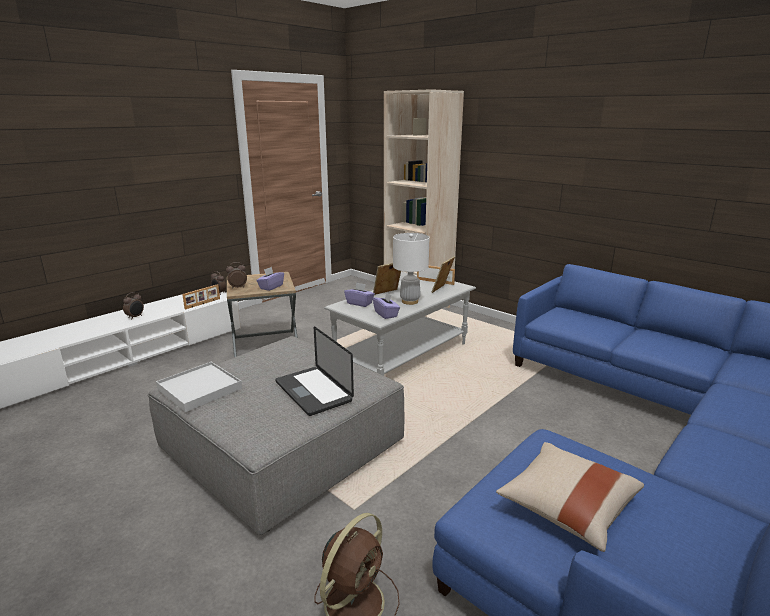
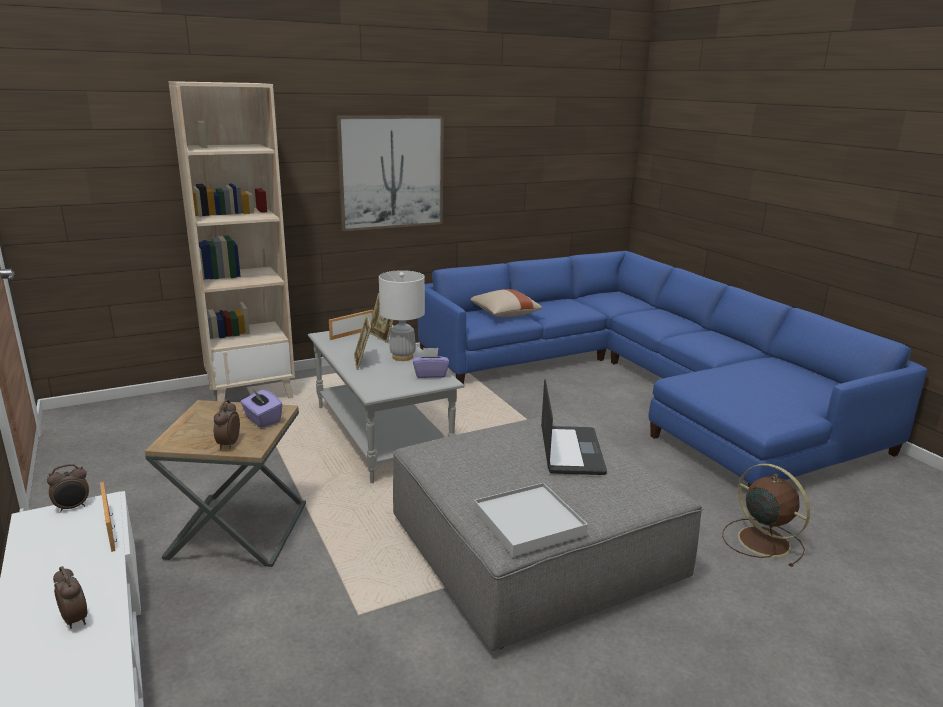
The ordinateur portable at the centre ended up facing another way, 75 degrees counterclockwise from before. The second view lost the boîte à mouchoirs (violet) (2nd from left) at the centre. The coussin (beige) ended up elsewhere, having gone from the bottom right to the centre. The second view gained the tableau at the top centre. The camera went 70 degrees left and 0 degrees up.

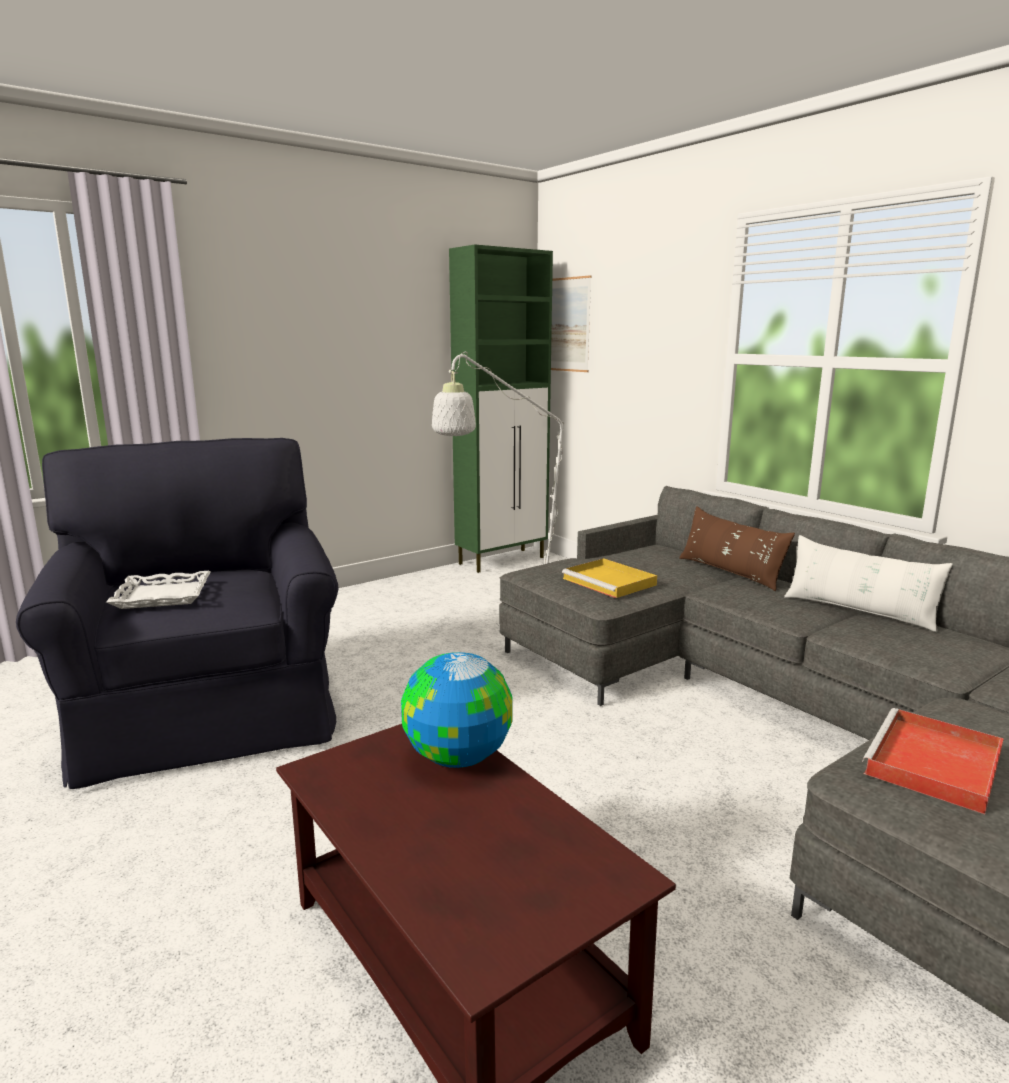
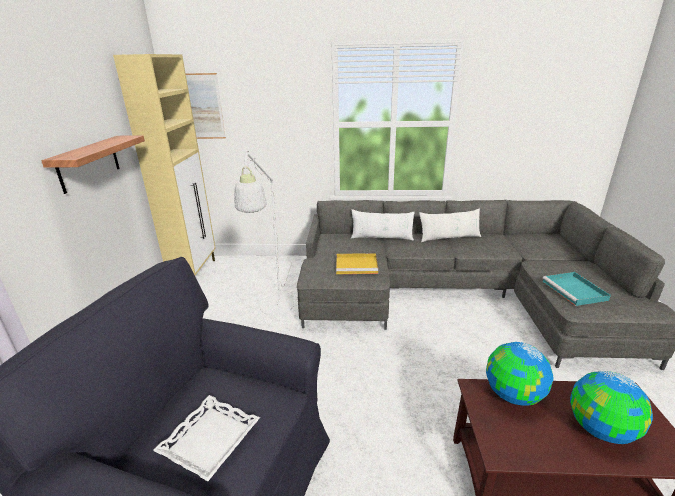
What was the meuble de rangement (vert) at the centre turned into the meuble de rangement (beige) at the top left. What was the coussin (marron) at the middle right turned into the coussin (blanc) (1st from left) at the centre. What was the plateau (rouge) at the bottom right turned into the plateau (turquoise) at the middle right. The second view gained the étagère at the top left. The second view gained the globe (2nd from left) at the bottom right. The camera went 50 degrees left and 10 degrees up.

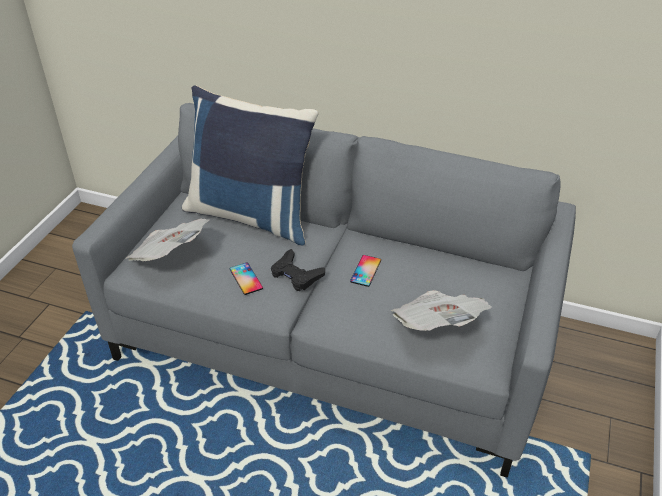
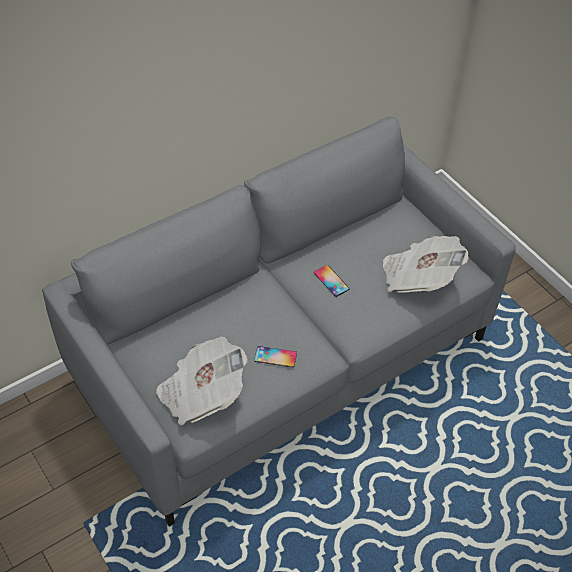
The second view lost the coussin (bleu) at the top centre. The second view lost the manette (noir) at the centre. The camera went 55 degrees left and 10 degrees up.

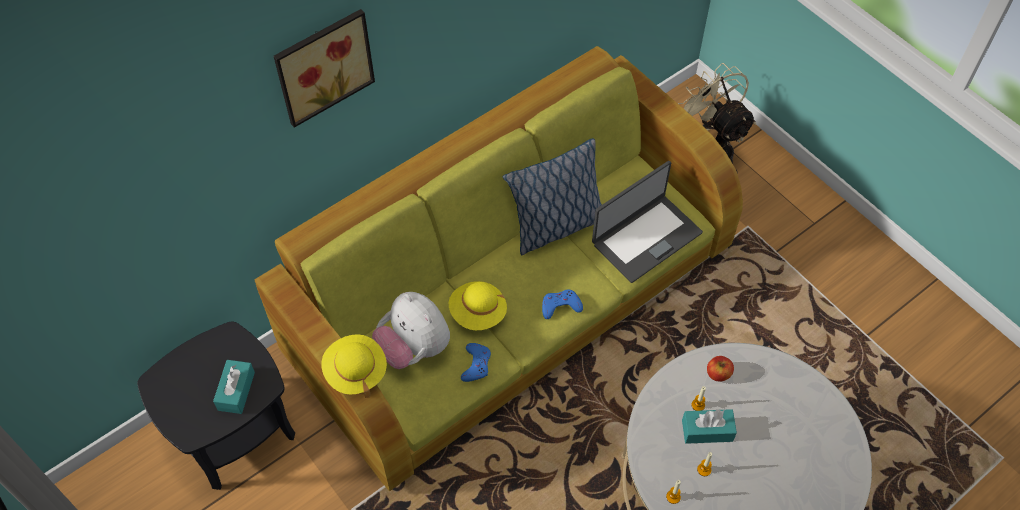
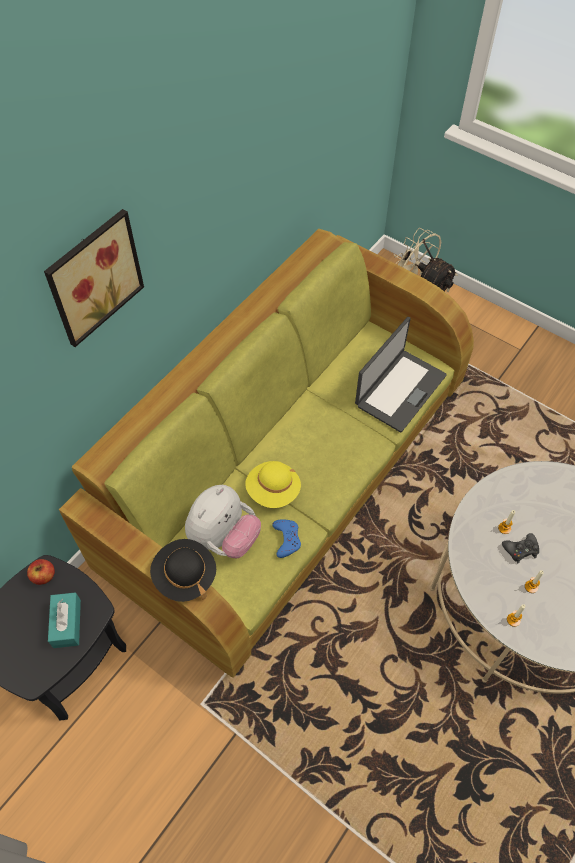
What was the chapeau (jaune) (1st from left) at the bottom centre turned into the chapeau (noir) at the middle left. The peluche at the centre ended up facing another way, 90 degrees counterclockwise from before. The second view lost the coussin at the centre. The second view lost the manette (bleu) (2nd from left) at the centre. Where the boîte à mouchoirs (turquoise) (2nd from left) stood at the bottom right, the manette (noir) came to stand at the middle right. The pomme ended up elsewhere, having gone from the bottom right to the middle left. The camera went 15 degrees left and 0 degrees up.

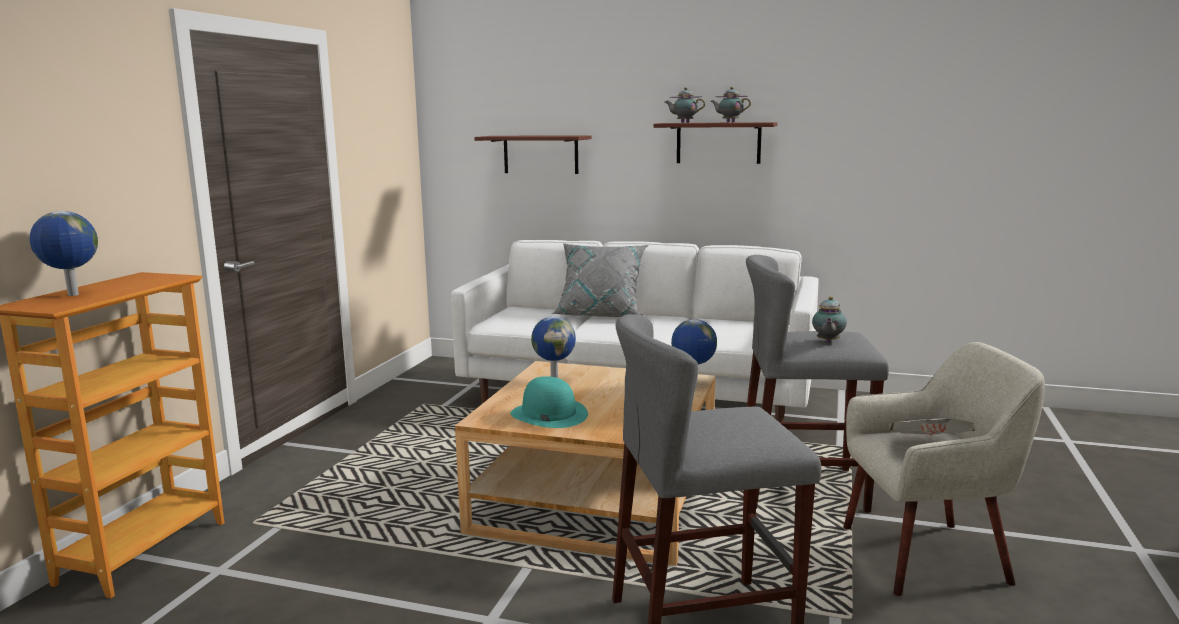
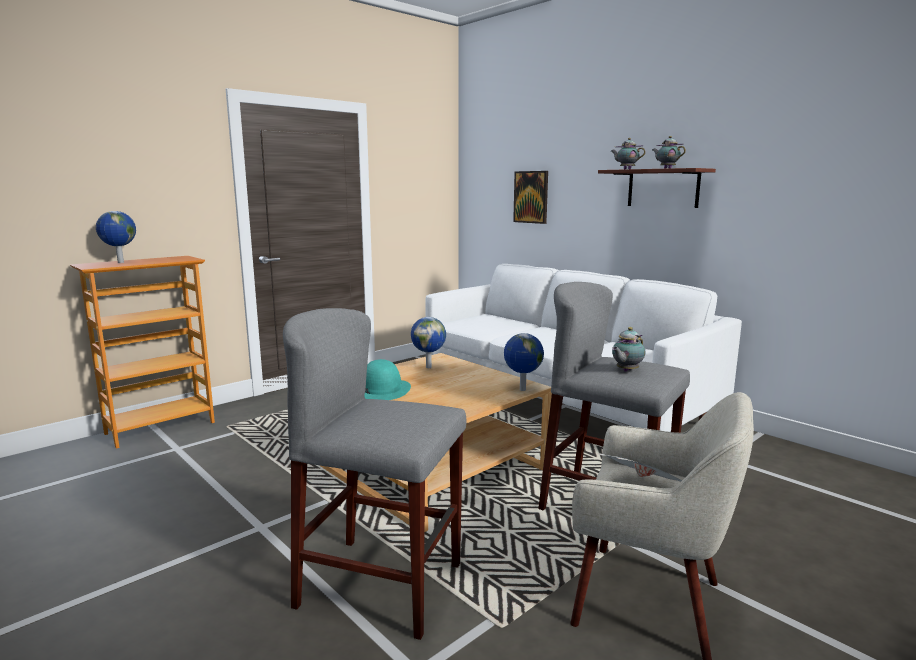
Where the étagère (1st from left) hung at the top centre, the tableau came to hang at the top centre. The second view lost the coussin (gris) at the centre. The camera went 30 degrees right and 0 degrees up.

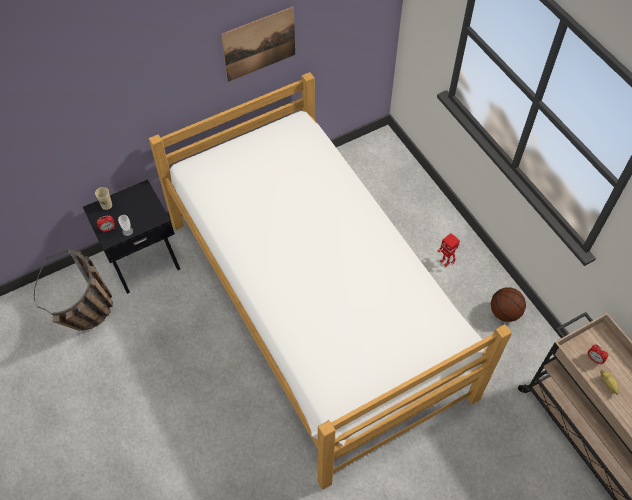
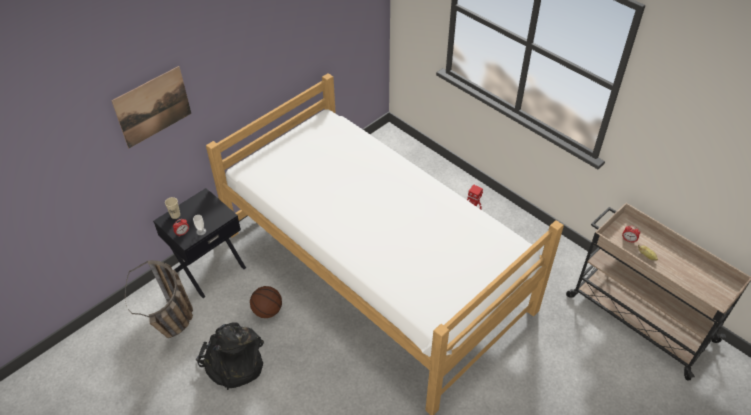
The tableau ended up elsewhere, having gone from the top centre to the top left. The ballon de basket ended up elsewhere, having gone from the middle right to the bottom centre. The second view gained the sac à dos (noir) at the bottom left. The camera went 15 degrees left and 10 degrees down.

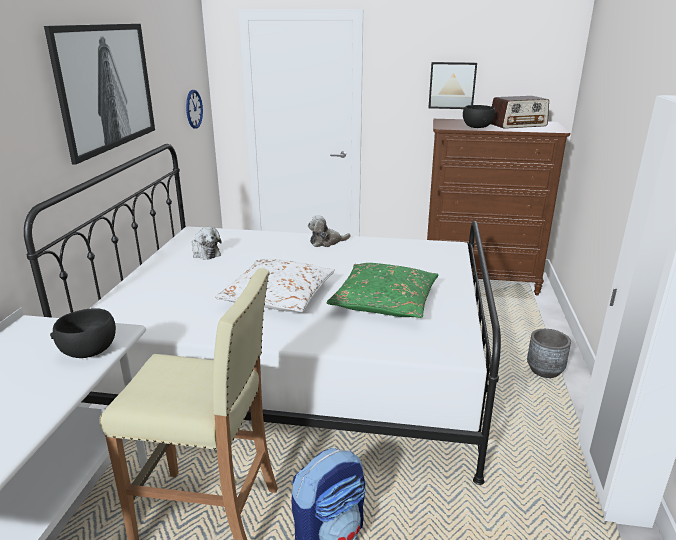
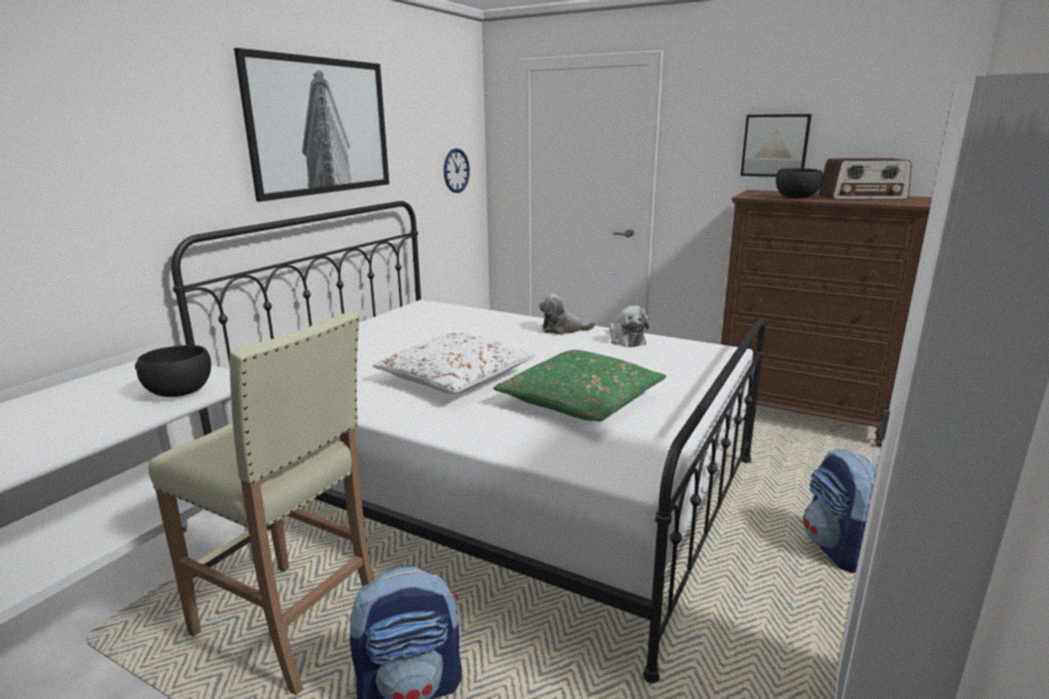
The peluche (1st from left in the first image) ended up elsewhere, having gone from the middle left to the centre. Where the cache-pot (gris) stood at the middle right, the sac à dos (2nd from left) came to stand at the bottom right. The camera went 20 degrees right and 5 degrees down.

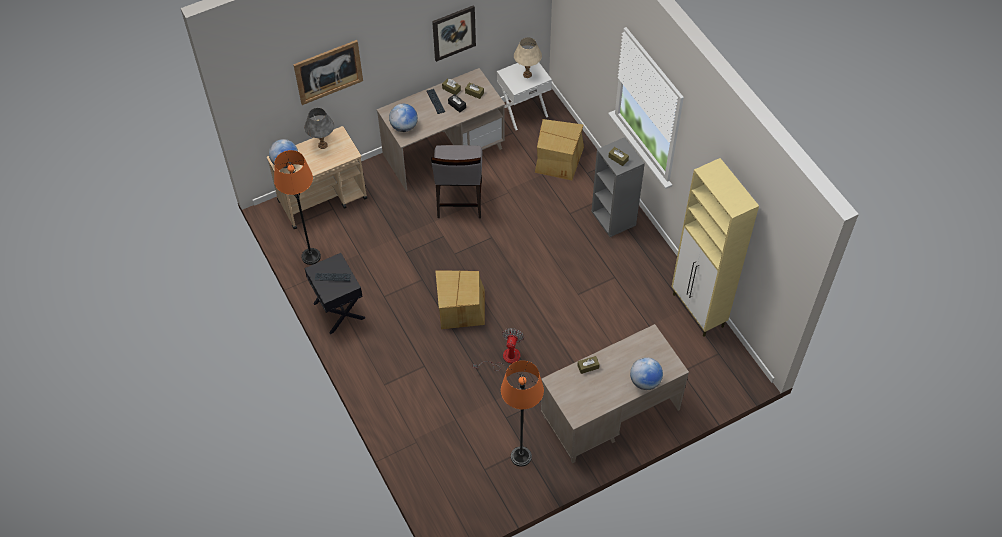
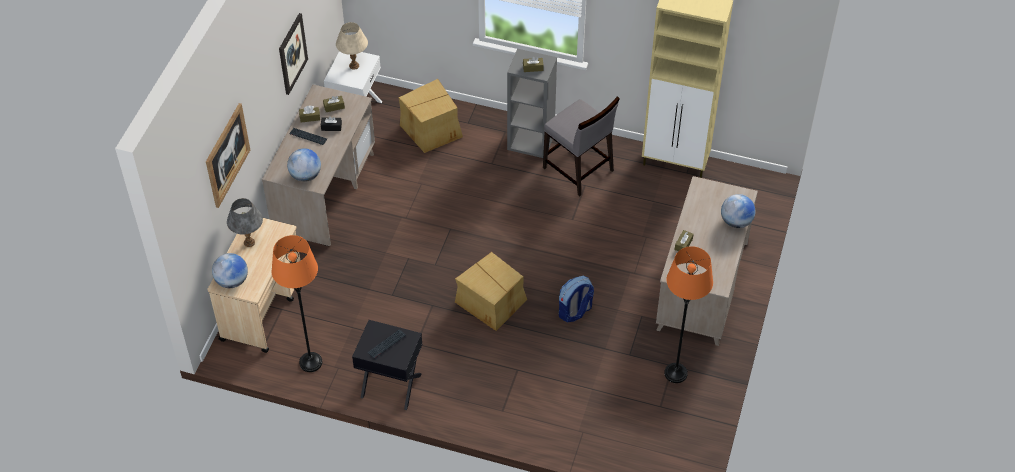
The chaise (gris) ended up elsewhere, having gone from the centre to the top centre. Where the ventilateur stood at the centre, the sac à dos came to stand at the centre. The camera went 45 degrees left and 5 degrees down.

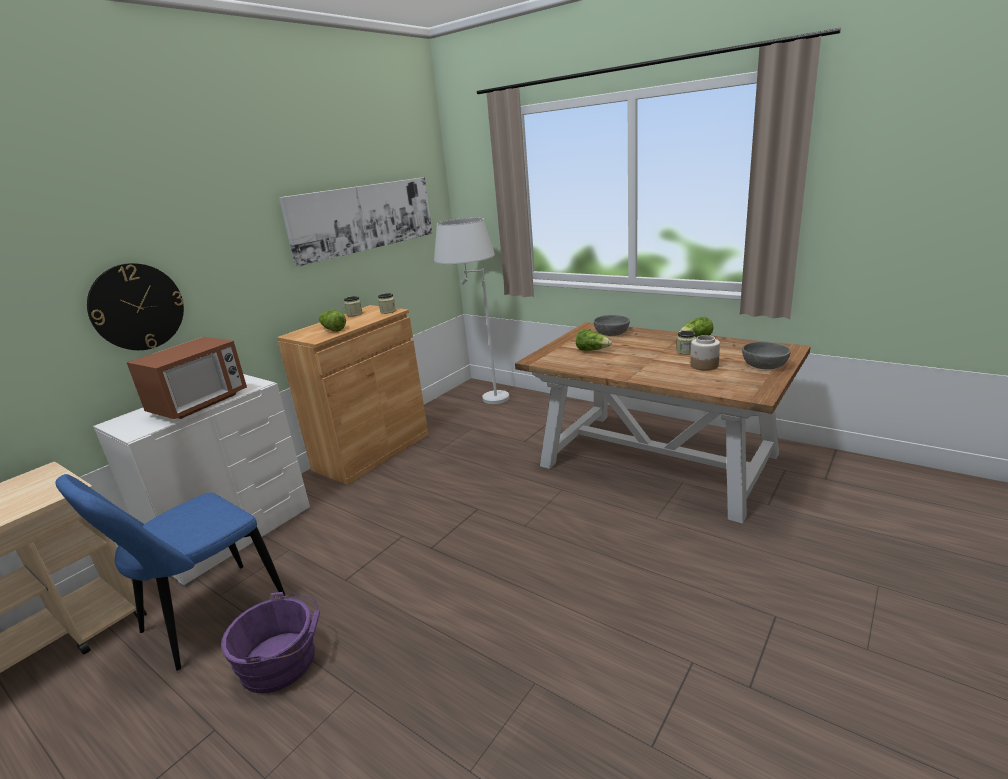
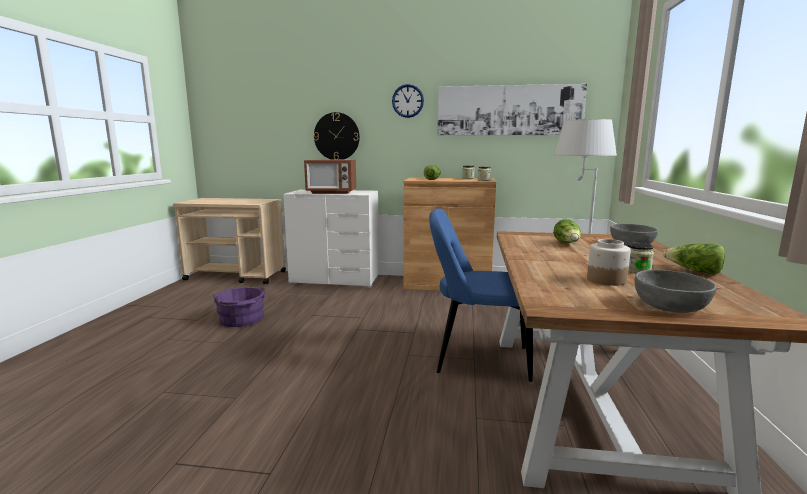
The chaise (bleu) ended up elsewhere, having gone from the bottom left to the centre. The second view gained the horloge murale (2nd from left) at the top centre. The camera went 60 degrees right and 10 degrees down.

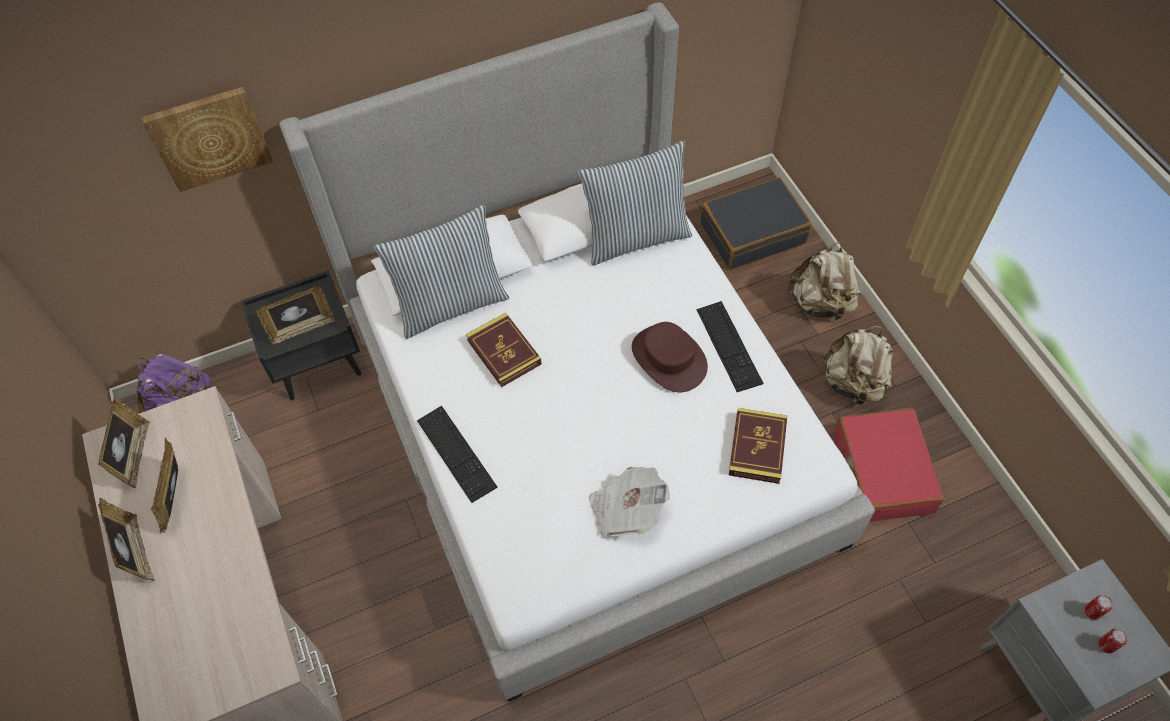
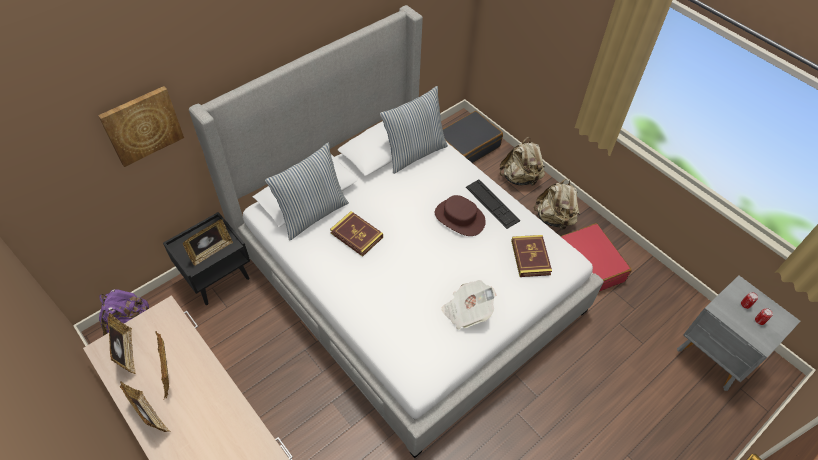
The second view lost the clavier (1st from left) at the centre. The camera went 20 degrees left and 5 degrees down.

